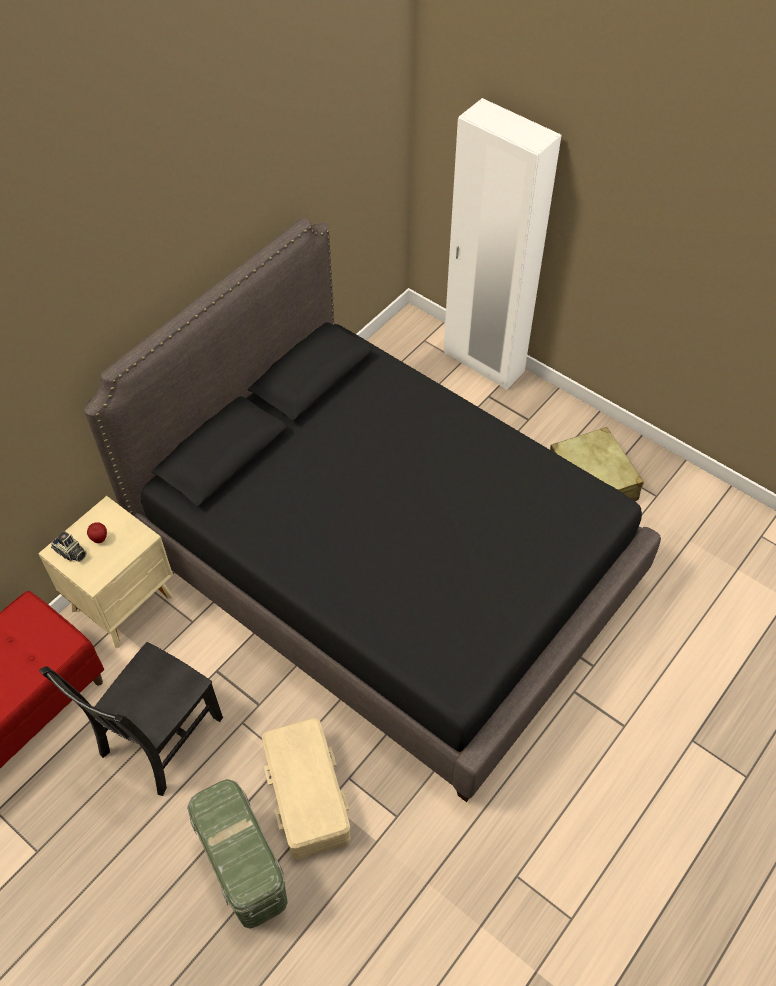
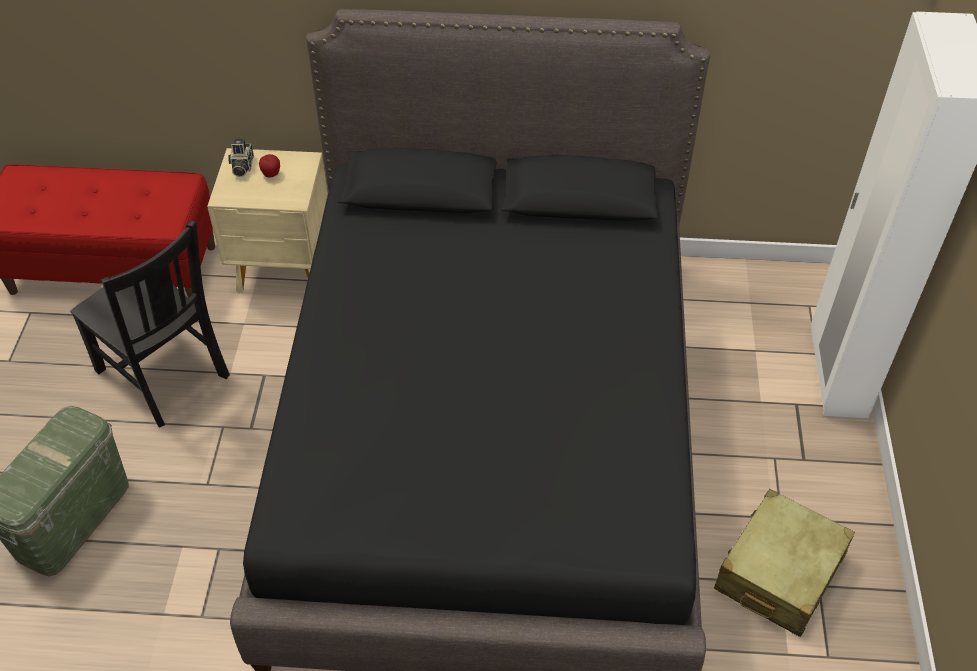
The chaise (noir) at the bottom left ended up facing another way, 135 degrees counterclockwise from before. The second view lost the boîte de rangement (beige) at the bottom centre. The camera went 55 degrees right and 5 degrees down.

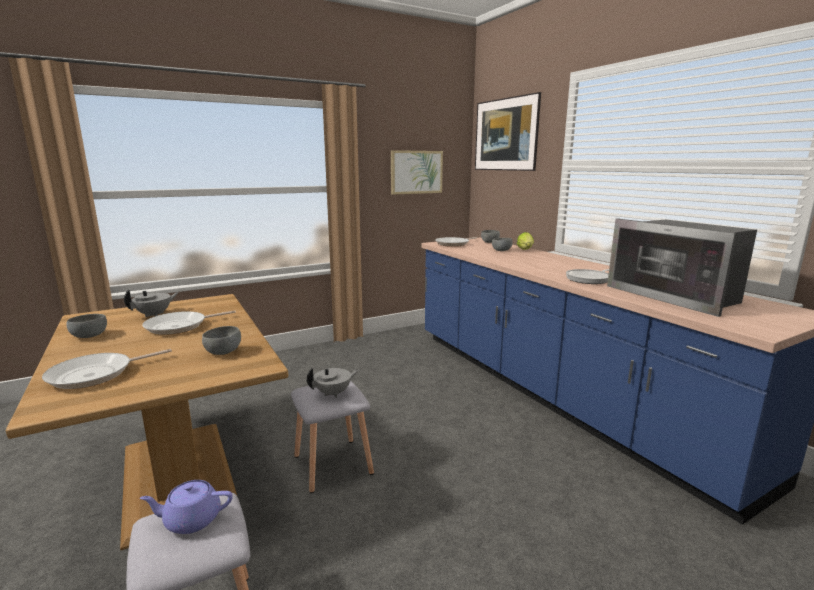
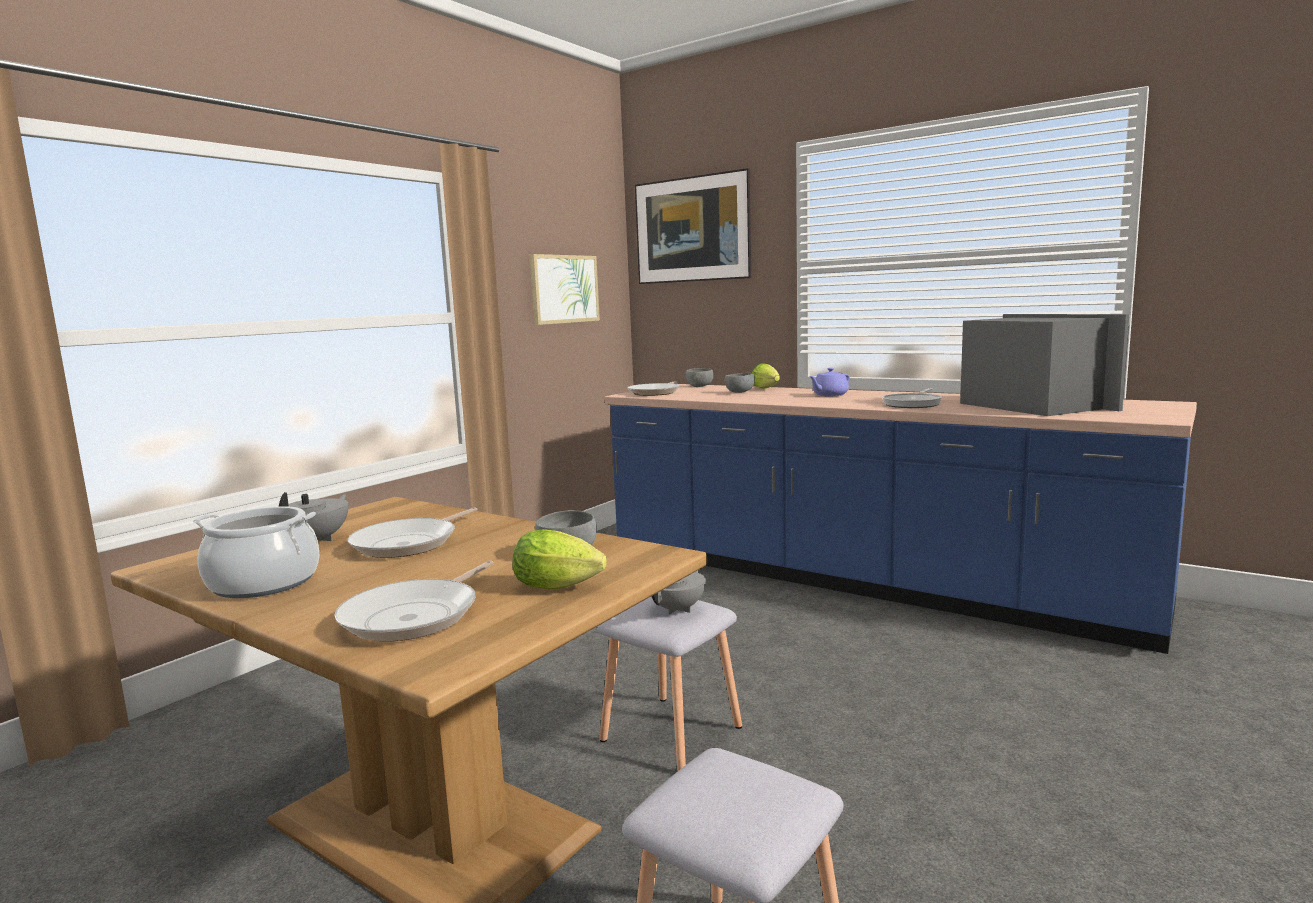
Where the bol (gris) (1st from left) stood at the middle left, the marmite came to stand at the middle left. The théière (violet) ended up elsewhere, having gone from the bottom left to the centre. The micro-ondes at the middle right ended up facing another way, 150 degrees counterclockwise from before. The second view gained the laitue (1st from left) at the centre. The camera went 25 degrees left and 5 degrees down.

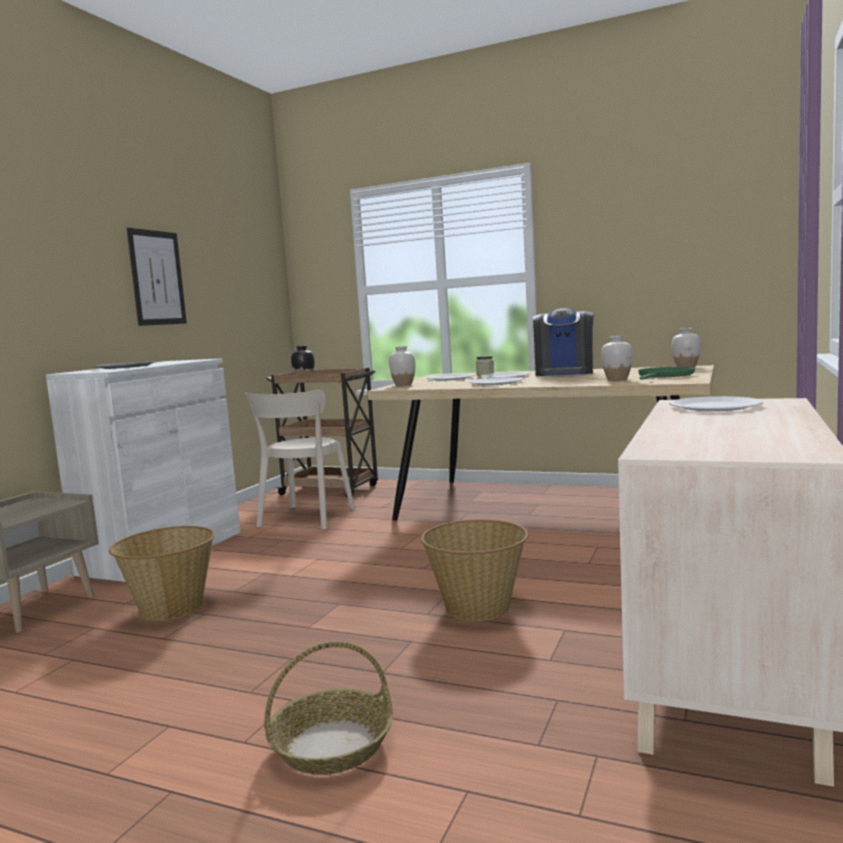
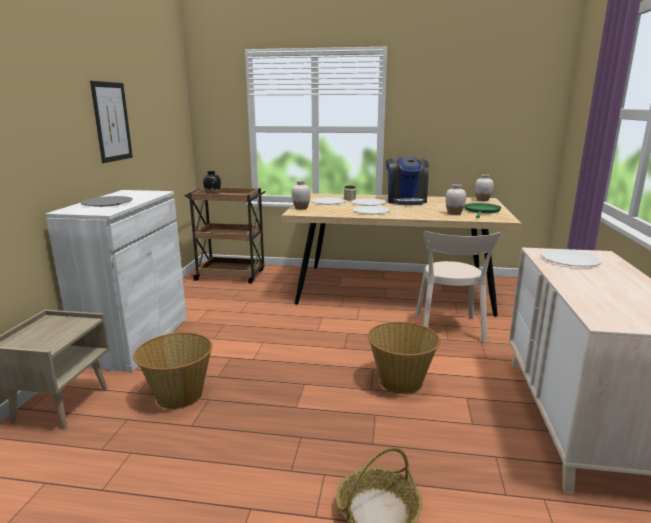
The chaise (beige) ended up elsewhere, having gone from the centre to the middle right. The camera went 15 degrees left and 10 degrees up.

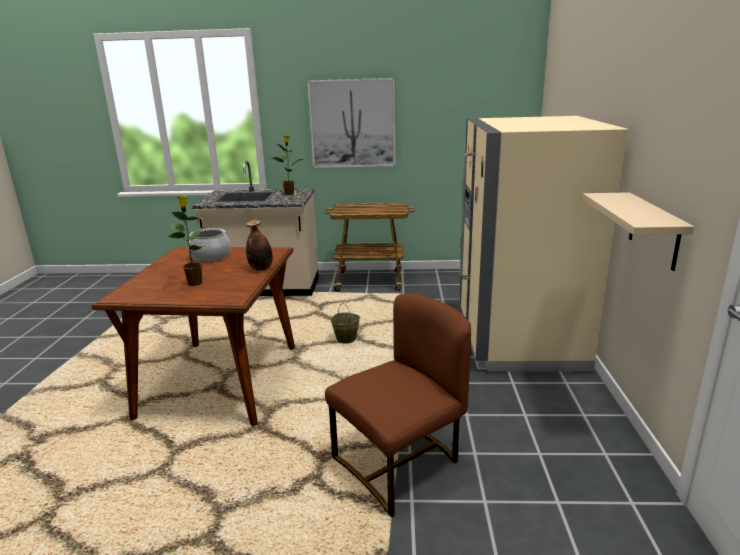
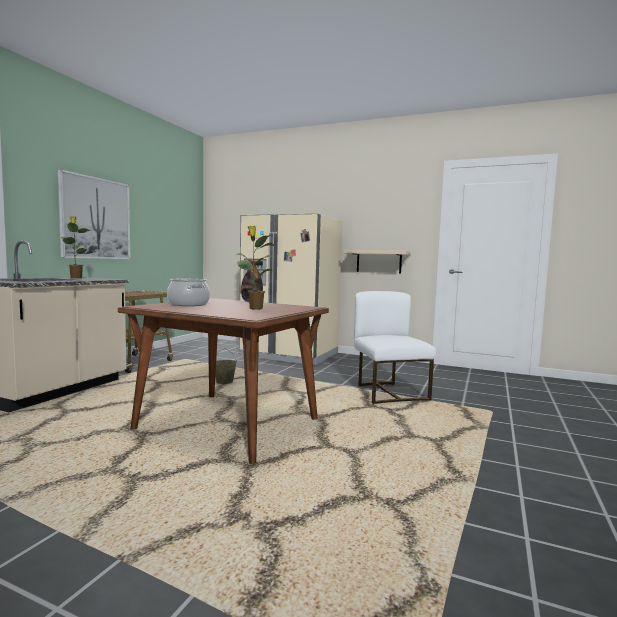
What was the chaise (marron) at the bottom centre turned into the chaise (blanc) at the centre. The camera went 70 degrees left and 15 degrees down.

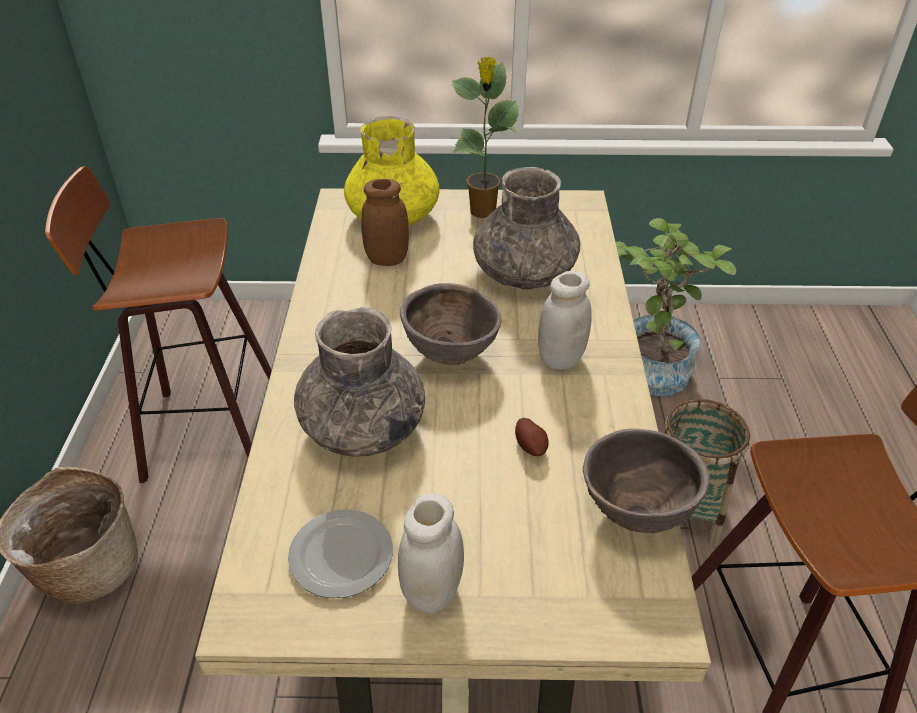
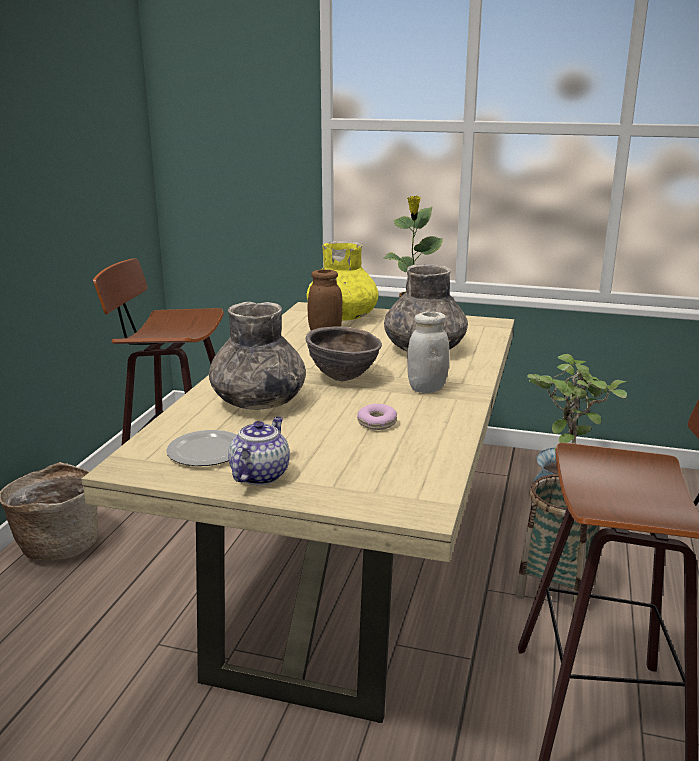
Where the bocal (blanc) (1st from left) stood at the bottom centre, the théière came to stand at the centre. Where the pomme de terre stood at the centre, the beignet came to stand at the centre. The second view lost the bol (marron) (2nd from left) at the bottom right. The camera went 15 degrees right and 20 degrees down.

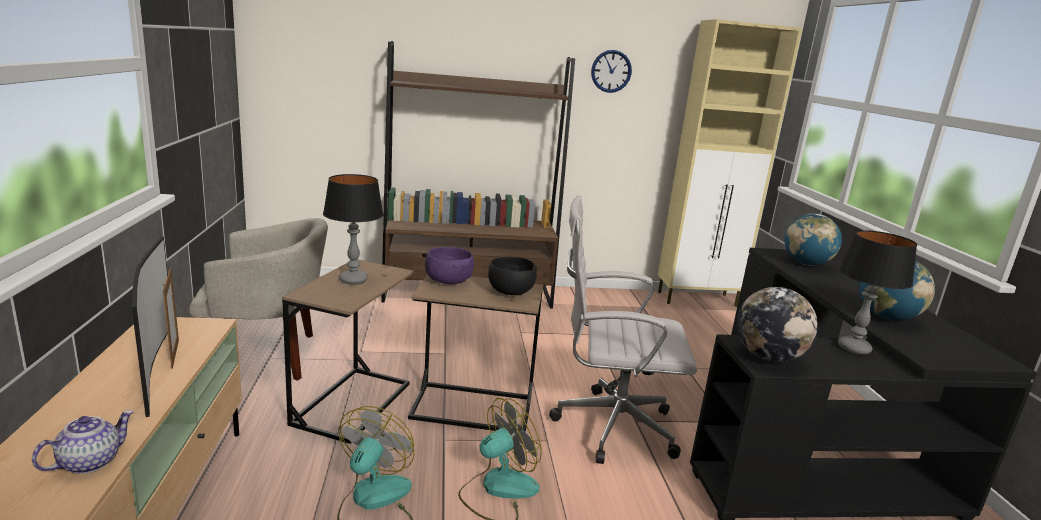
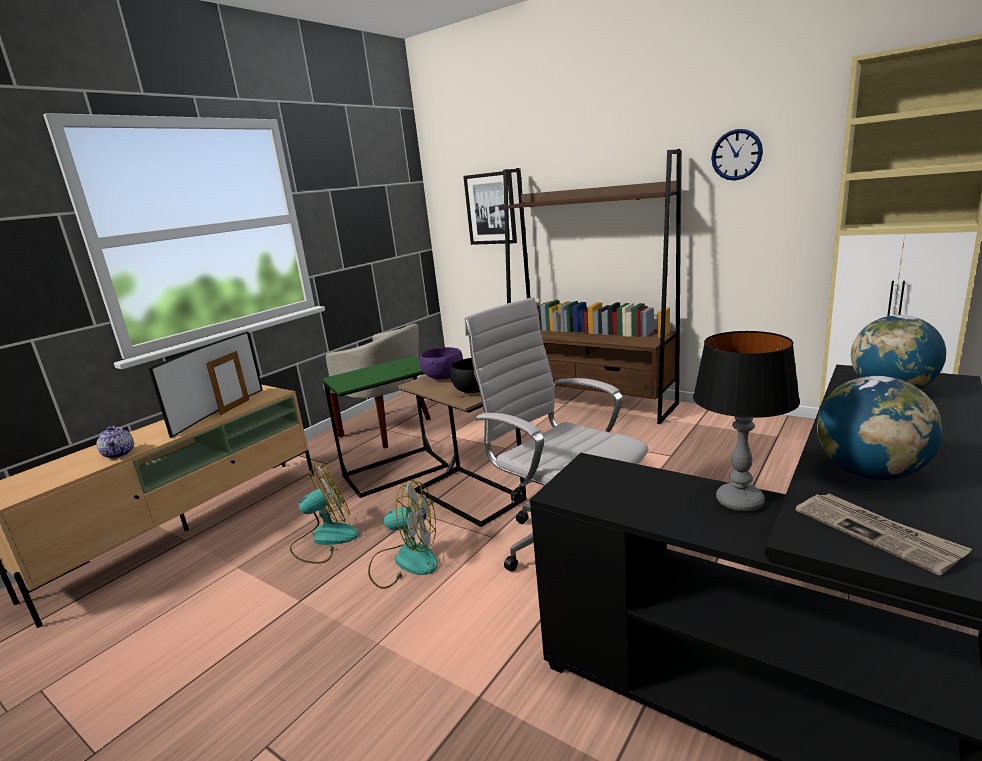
The théière at the bottom left ended up facing another way, 75 degrees clockwise from before. What was the table d'appoint (marron) (1st from left) at the bottom centre turned into the table d'appoint (vert) at the centre. The second view lost the lampe de table (1st from left) at the centre. The second view lost the globe (1st from left) at the middle right. The second view gained the tableau at the top centre. The second view gained the journal at the bottom right. The camera went 45 degrees right and 0 degrees up.

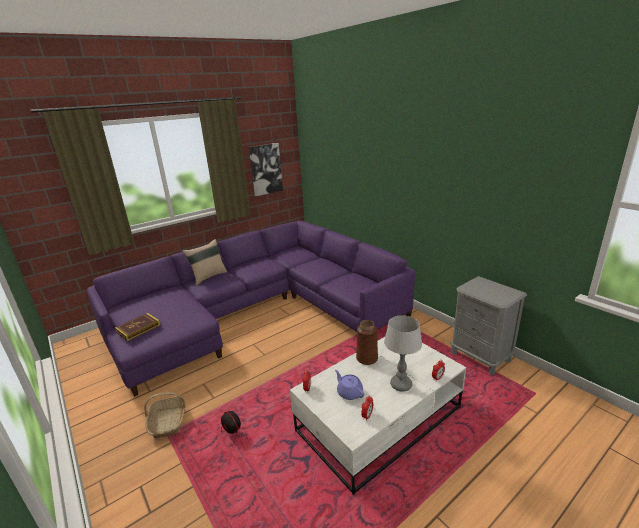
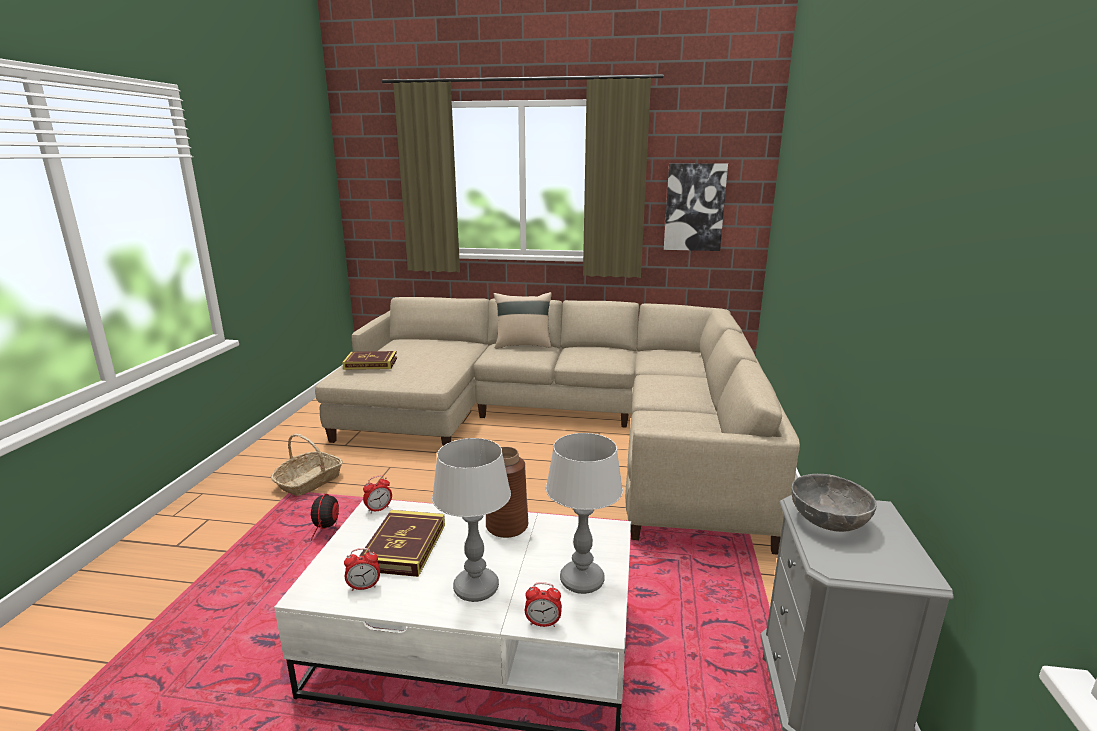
What was the canapé (violet) at the centre turned into the canapé (beige) at the centre. Where the théière (violet) stood at the bottom centre, the livre (2nd from left) came to stand at the bottom centre. The second view gained the lampe de table (2nd from left) at the bottom centre. The second view gained the bol (gris) at the bottom right. The camera went 45 degrees right and 5 degrees down.

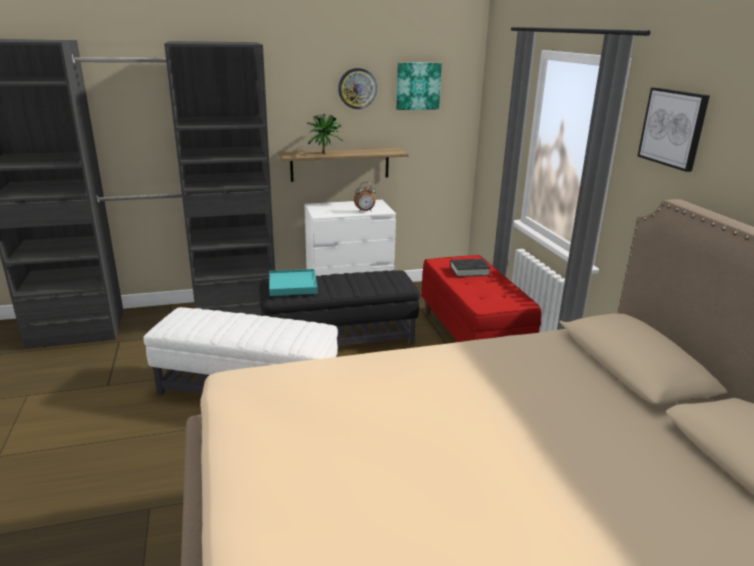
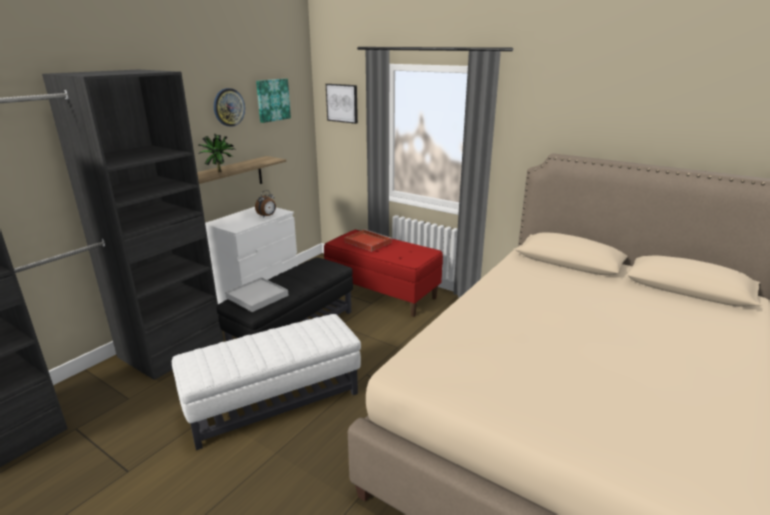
What was the plateau (turquoise) at the centre turned into the plateau (blanc) at the centre. Where the livre (noir) stood at the centre, the plateau (rouge) came to stand at the centre. The tableau (2nd from left) ended up elsewhere, having gone from the top right to the top centre. The camera went 40 degrees left and 0 degrees up.

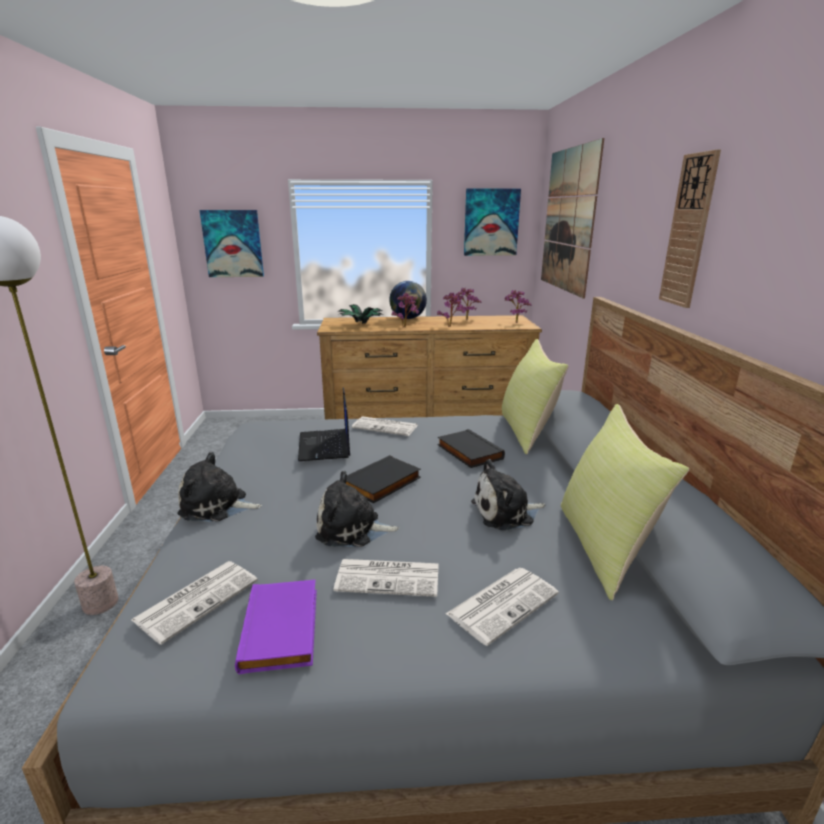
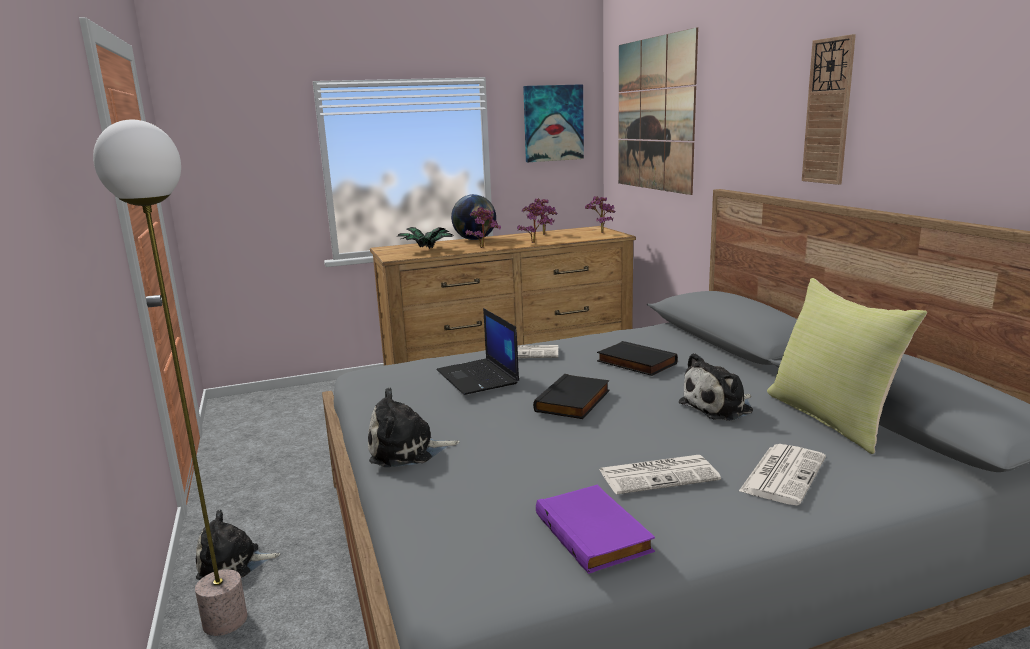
The second view lost the journal (1st from left) at the bottom left. The second view lost the tableau (1st from left) at the top left. The peluche (2nd from left in the first image) ended up elsewhere, having gone from the centre to the bottom left. The second view lost the coussin (jaune) (1st from left) at the centre. The camera went 15 degrees left and 5 degrees down.

